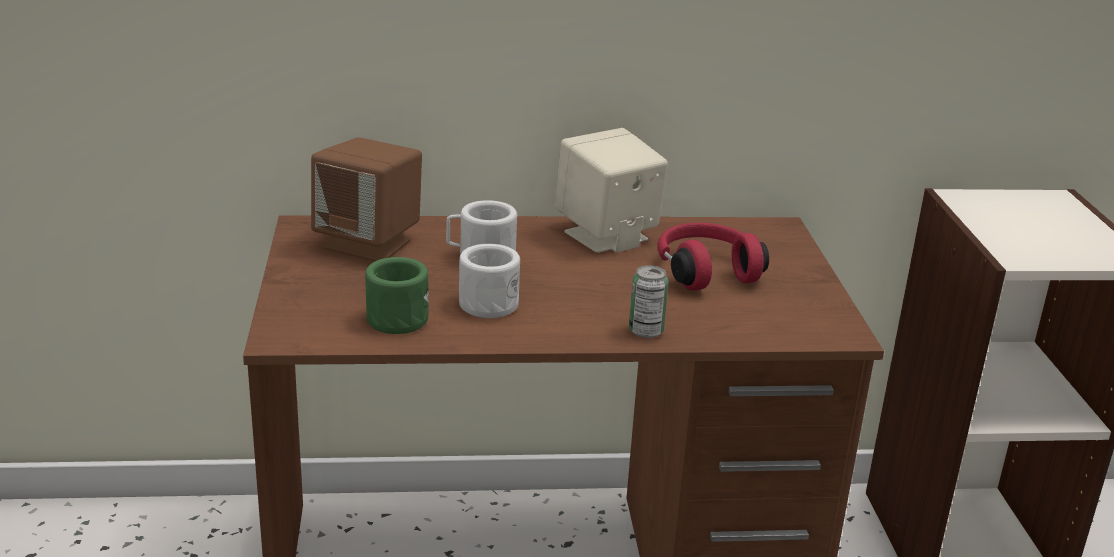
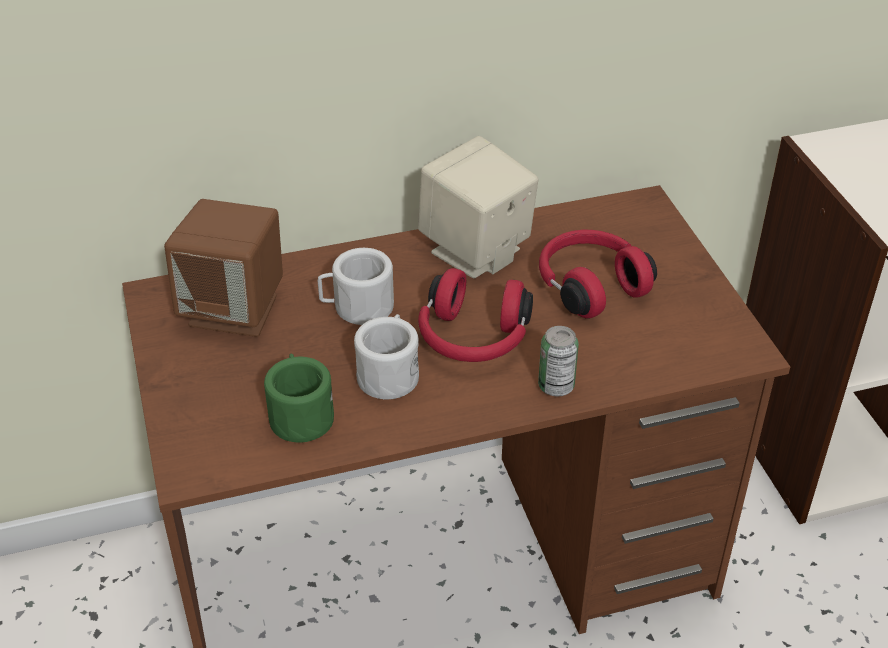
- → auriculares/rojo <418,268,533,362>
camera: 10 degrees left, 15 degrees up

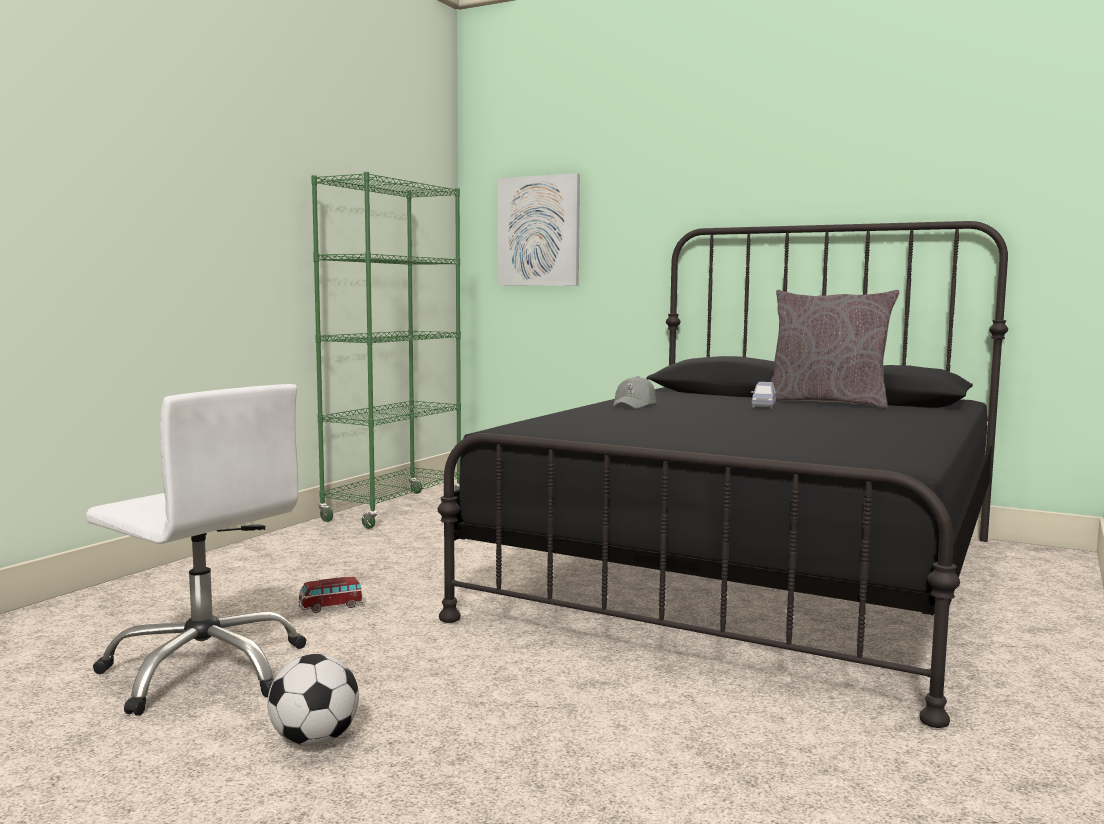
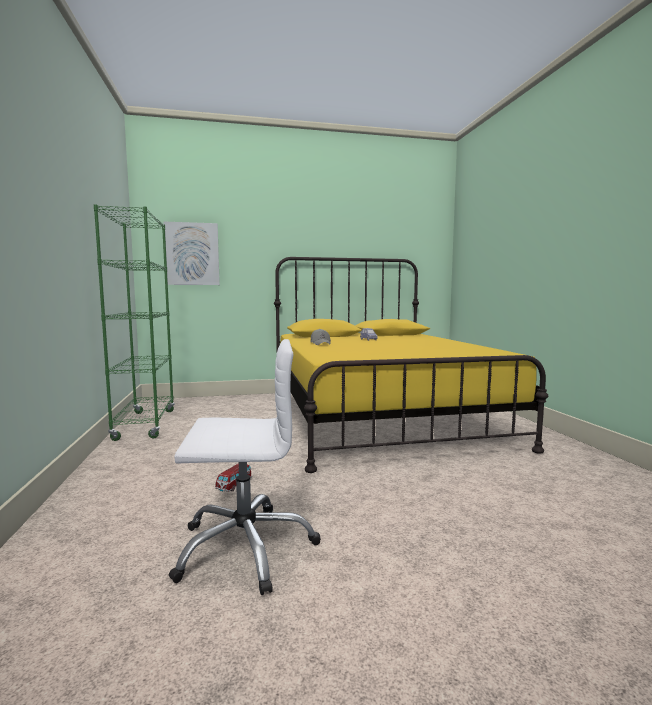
balón de fútbol <267,654,359,747> → -
cojín/gris <770,290,899,409> → -
cama/negro <437,221,1008,728> → cama/amarillo <274,257,548,473>
camera: 40 degrees left, 0 degrees up

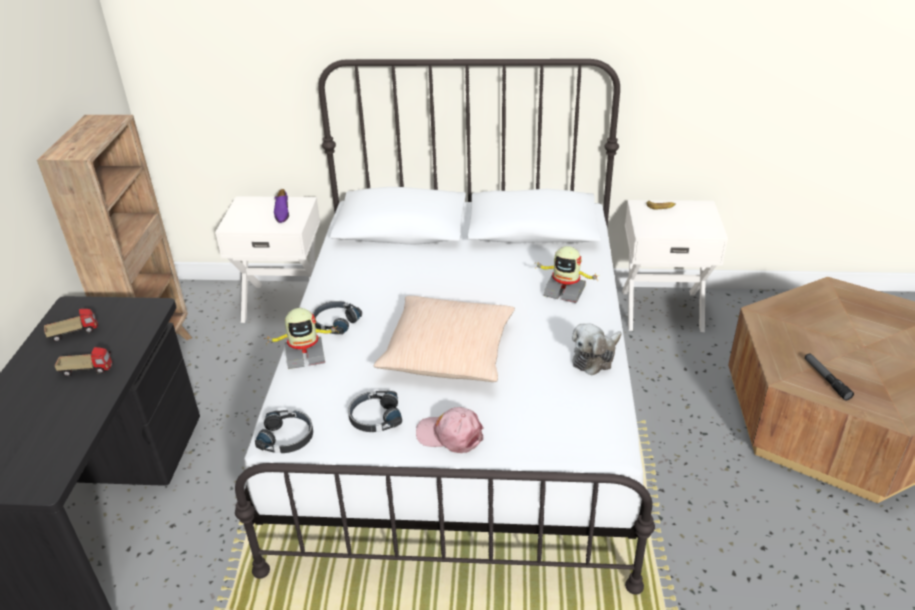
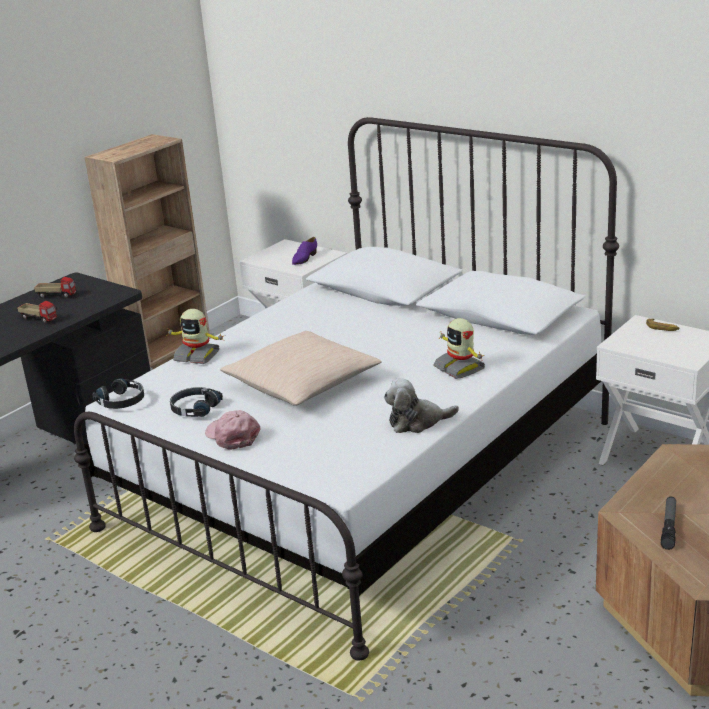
auriculares/negro <312,301,362,334> → -
camera: 35 degrees right, 10 degrees down

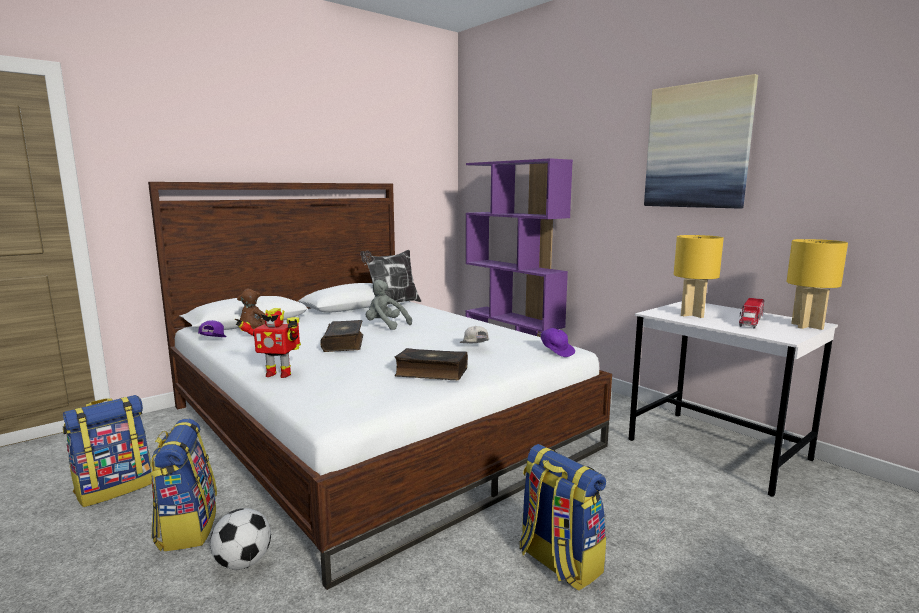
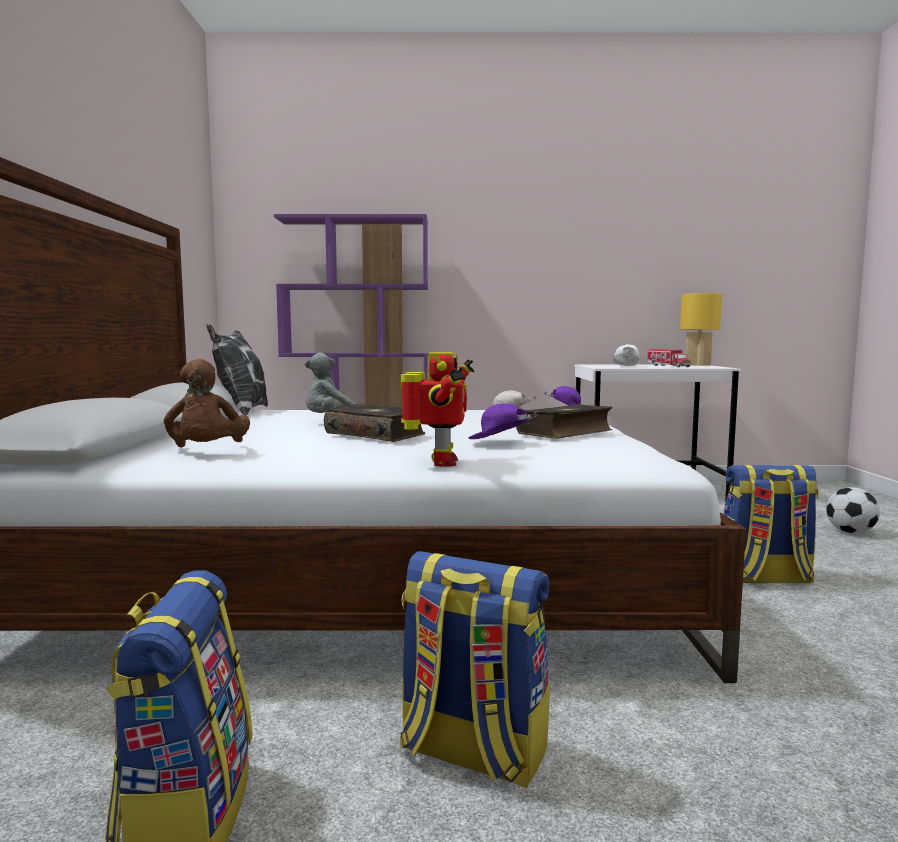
cuadro <644,74,758,208> → -
gorra/morado <198,320,227,337> → gorra/morado <468,403,538,439>, shifted
balón de fútbol <210,508,271,570> → balón de fútbol <826,487,880,534>, shifted
lámpara de mesa/amarillo <674,235,724,318> → gorra/blanco <613,344,639,366>
robot de juguete <235,308,301,378> → robot de juguete <401,352,474,467>, 45 degrees counterclockwise
camera: 50 degrees left, 5 degrees down

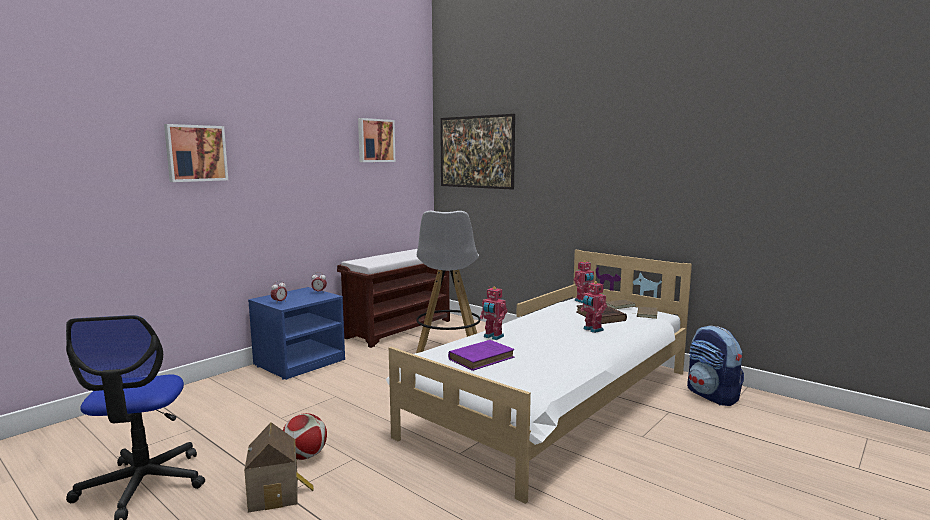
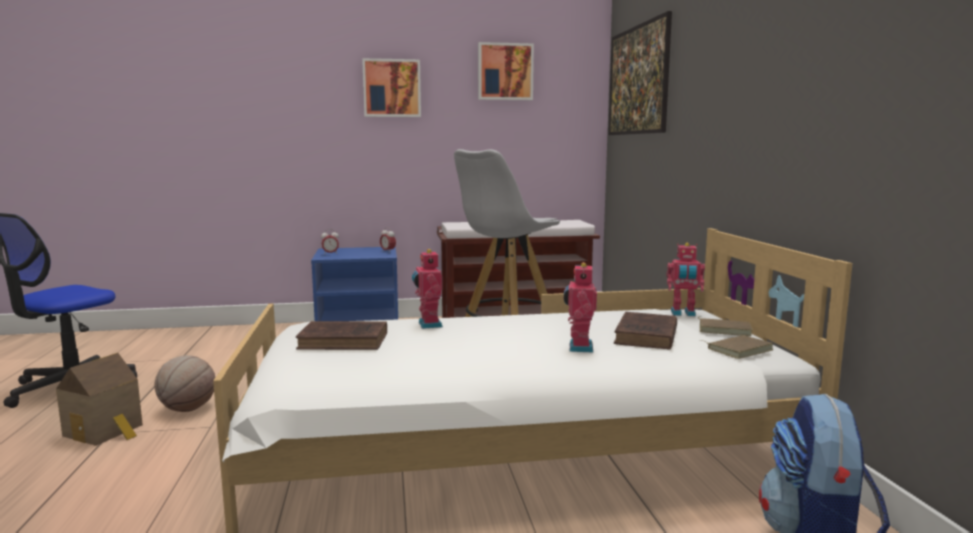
cuadro <164,124,228,182> → cuadro <362,58,421,117>, shifted
balón de fútbol <283,413,327,460> → balón de baloncesto <154,355,215,412>
libro/morado <448,340,514,371> → libro/marrón <296,321,387,350>
camera: 40 degrees right, 0 degrees up

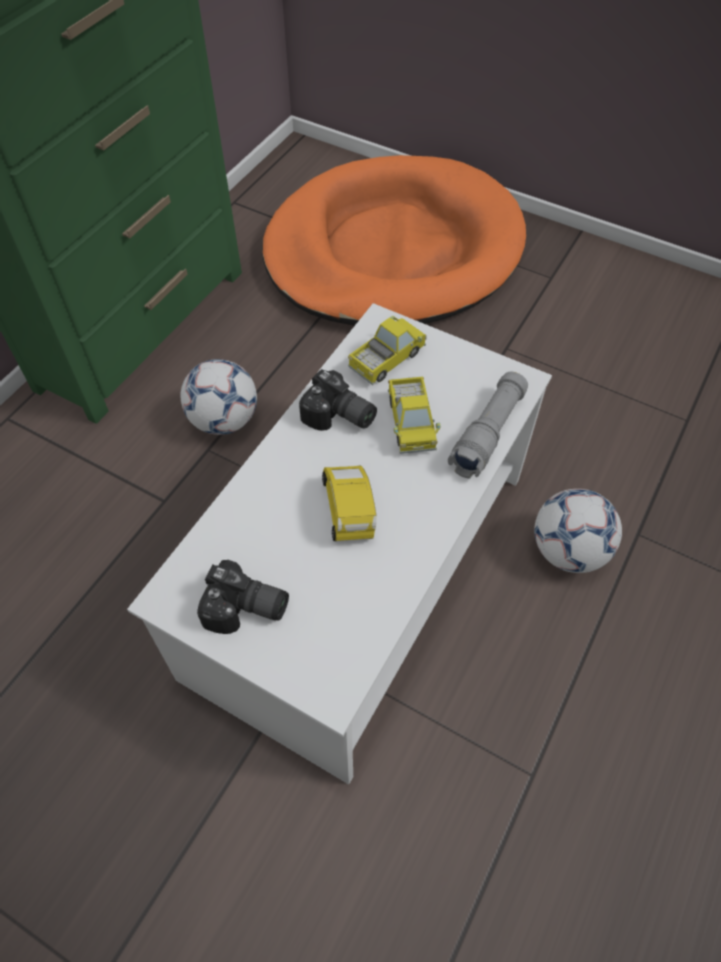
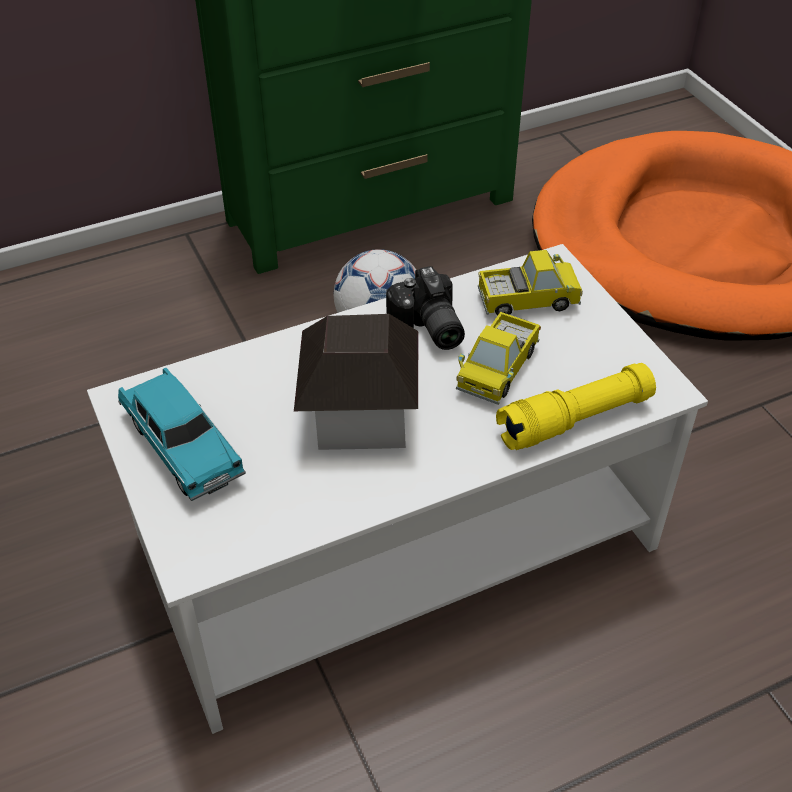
balón de fútbol <534,489,622,573> → -
cámara <197,560,289,634> → coche de juguete/turquesa <118,368,246,501>
coche de juguete/amarillo <322,466,376,541> → casita <294,314,418,450>
linterna/gris <448,372,528,479> → linterna/amarillo <496,363,656,450>
camera: 35 degrees right, 10 degrees down

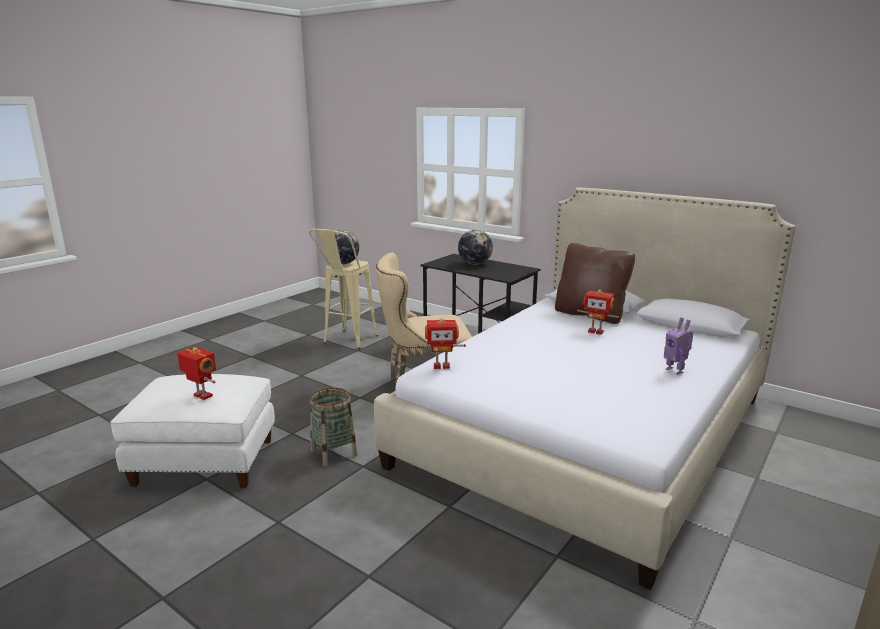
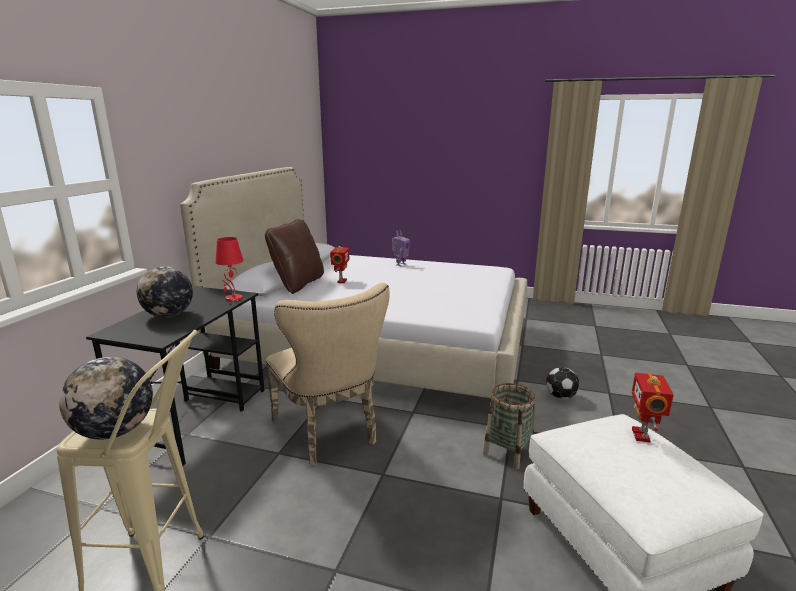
robot de juguete <417,318,466,369> → -
- → lámpara de mesa/rojo <216,237,243,302>
- → balón de fútbol <546,367,579,399>
camera: 110 degrees left, 0 degrees up

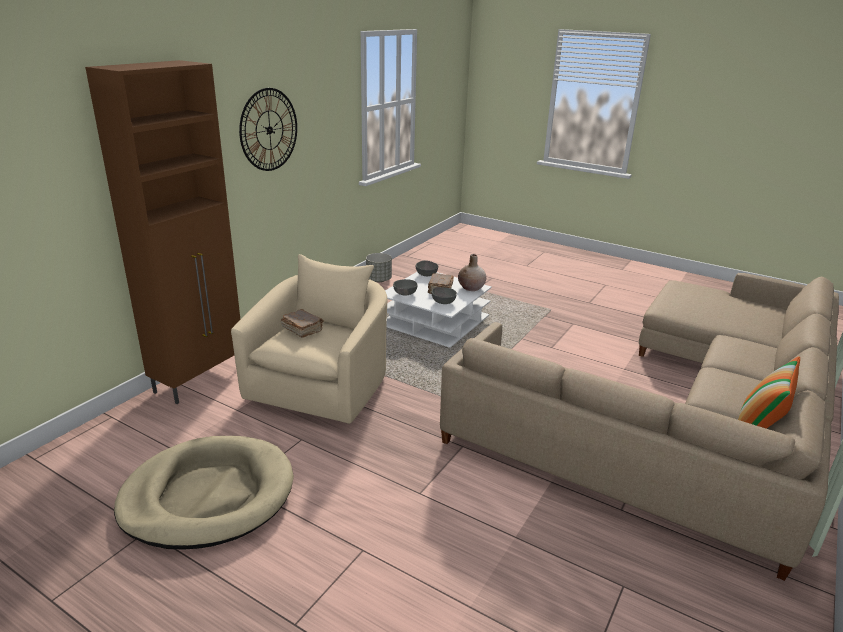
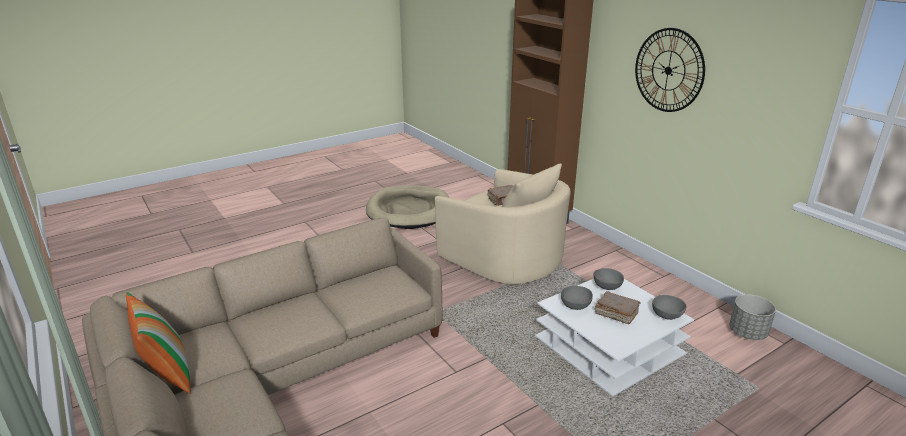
florero/beis <458,254,486,291> → -
camera: 115 degrees right, 0 degrees up

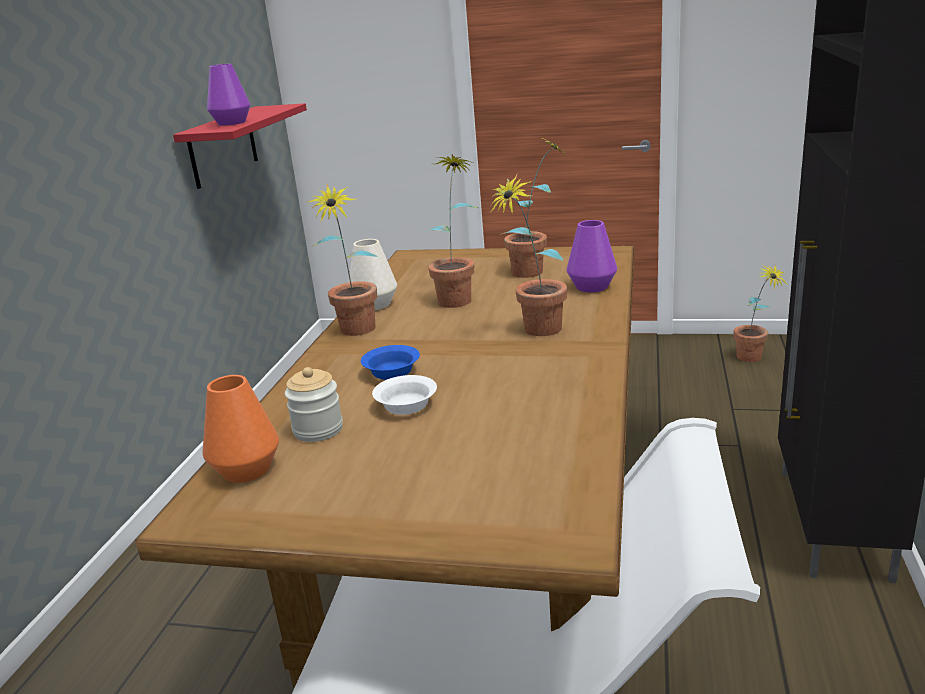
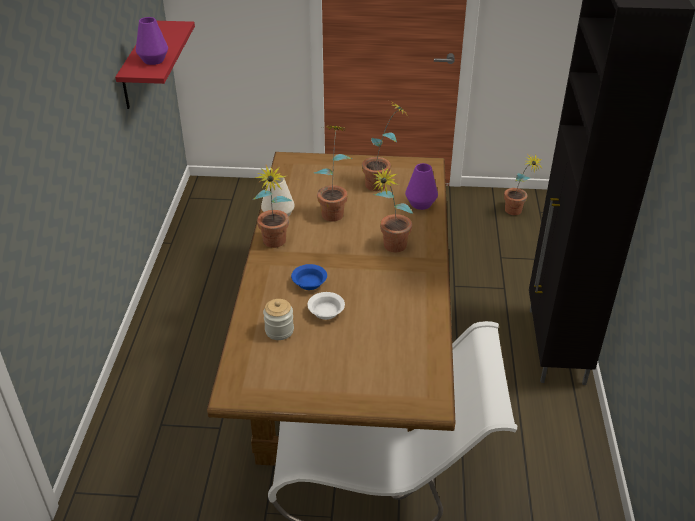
florero/naranja <203,375,279,483> → -
camera: 10 degrees left, 15 degrees up

